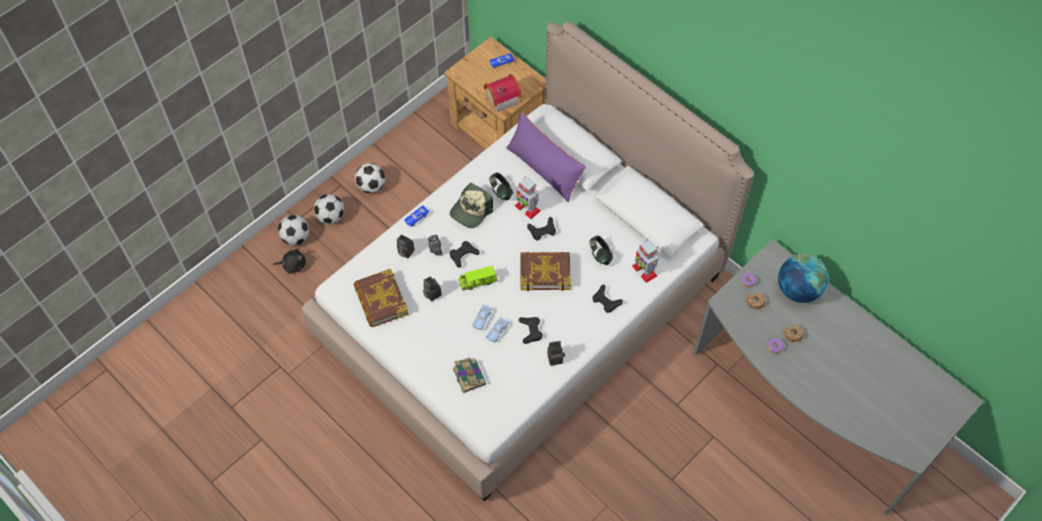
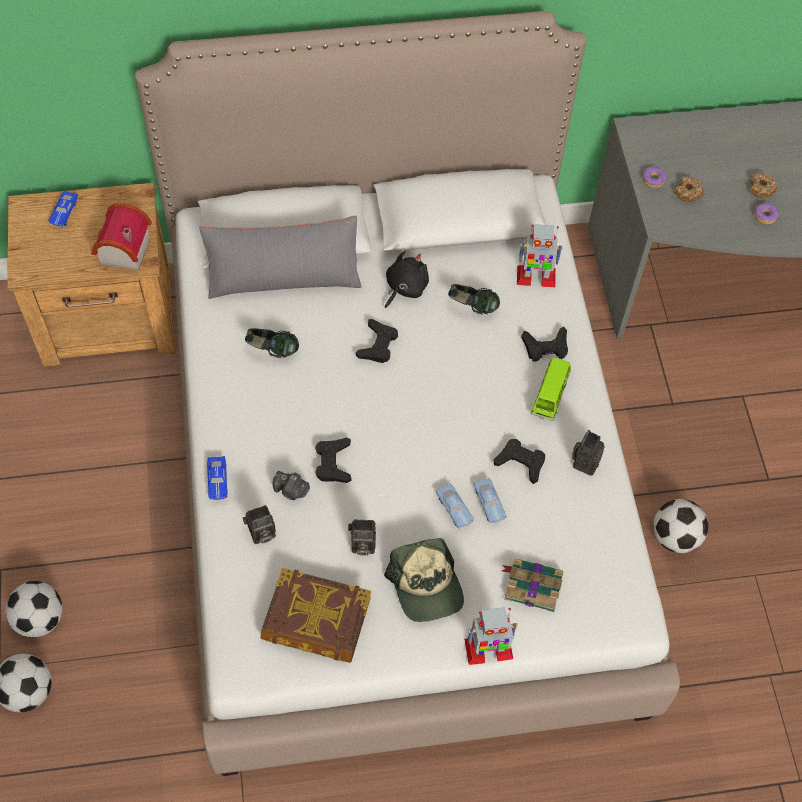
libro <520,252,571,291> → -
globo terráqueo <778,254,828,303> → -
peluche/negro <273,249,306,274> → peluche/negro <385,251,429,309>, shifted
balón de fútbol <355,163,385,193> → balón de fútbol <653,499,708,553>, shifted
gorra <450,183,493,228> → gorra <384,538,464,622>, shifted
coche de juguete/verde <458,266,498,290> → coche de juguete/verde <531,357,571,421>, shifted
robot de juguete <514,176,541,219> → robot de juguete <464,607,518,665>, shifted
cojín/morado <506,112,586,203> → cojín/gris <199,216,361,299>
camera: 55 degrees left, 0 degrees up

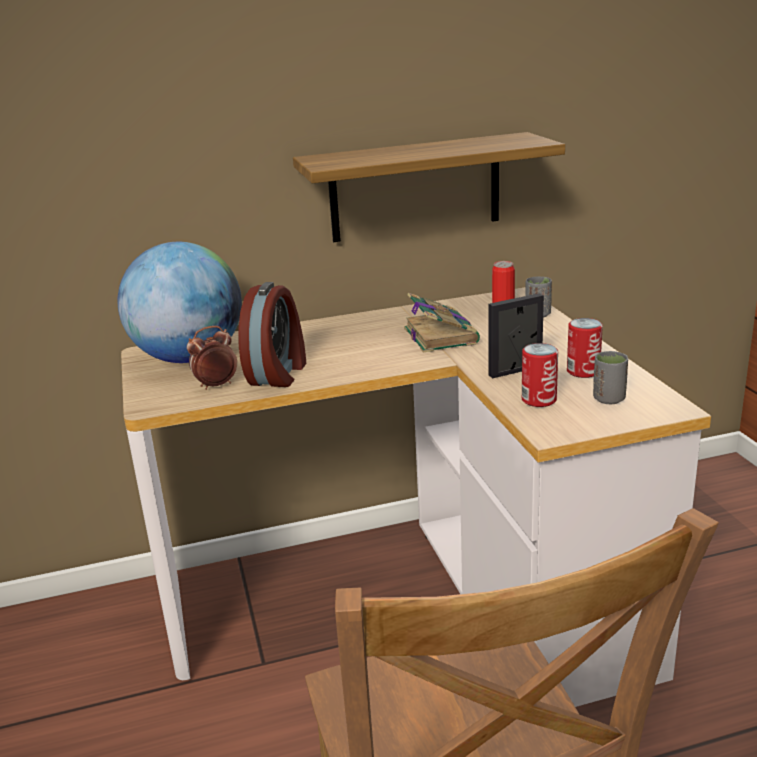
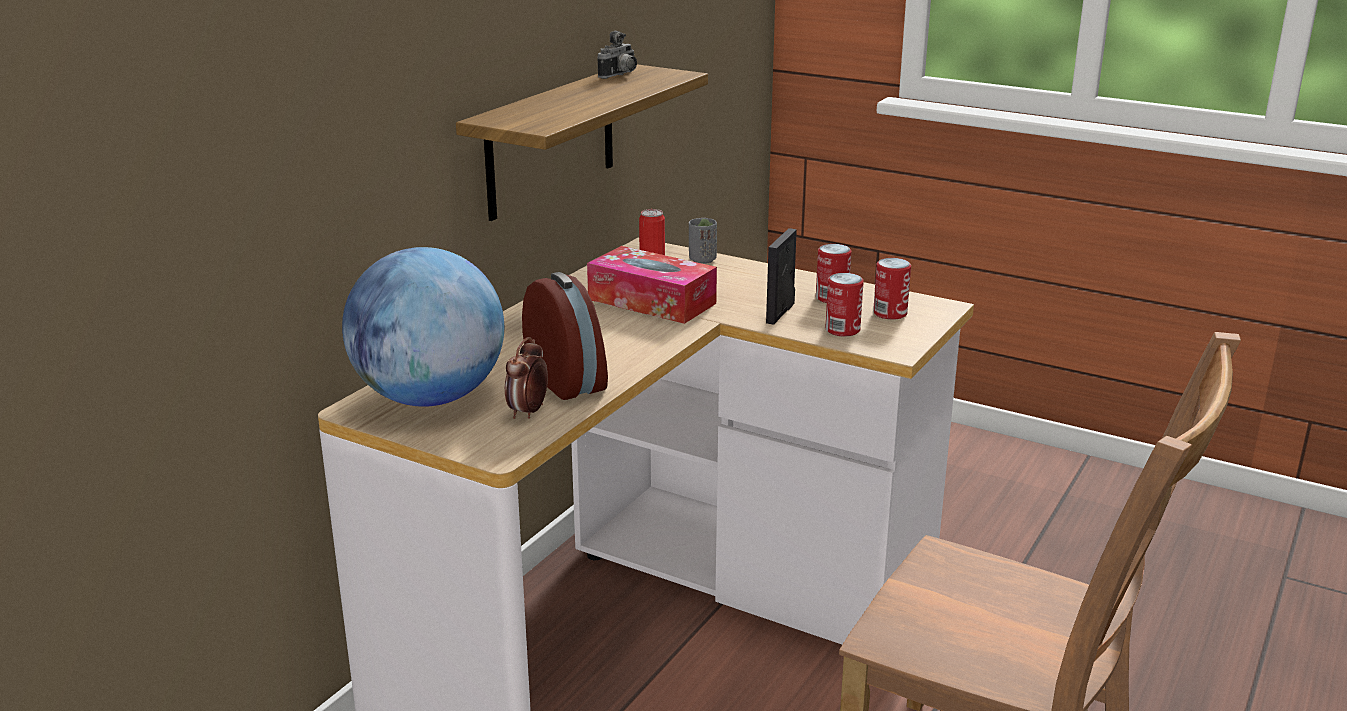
- → cámara <597,31,637,79>
libro <404,293,480,353> → caja de pañuelos <587,246,717,324>
taza/gris <593,351,628,404> → lata <873,258,911,320>
camera: 45 degrees left, 0 degrees up

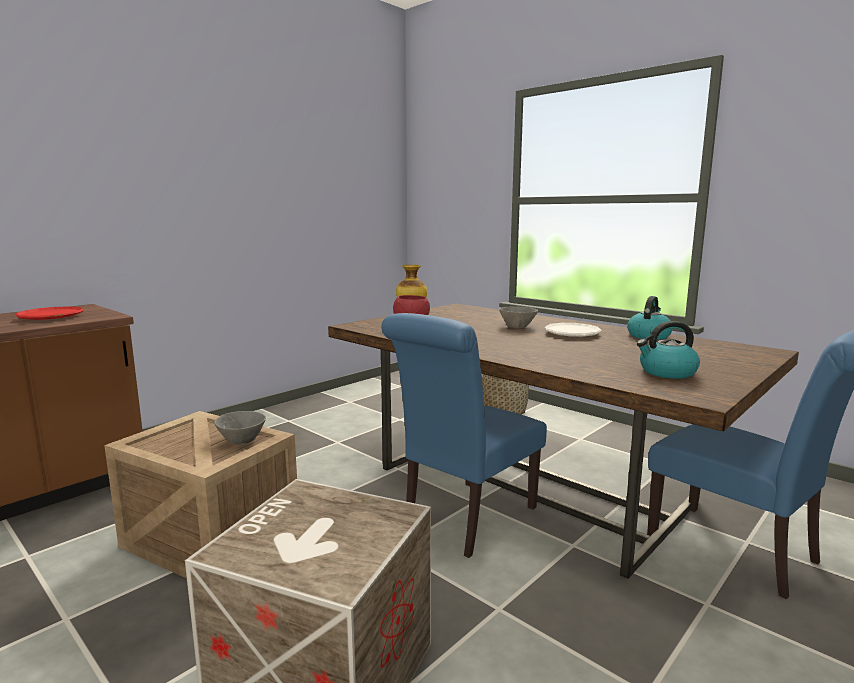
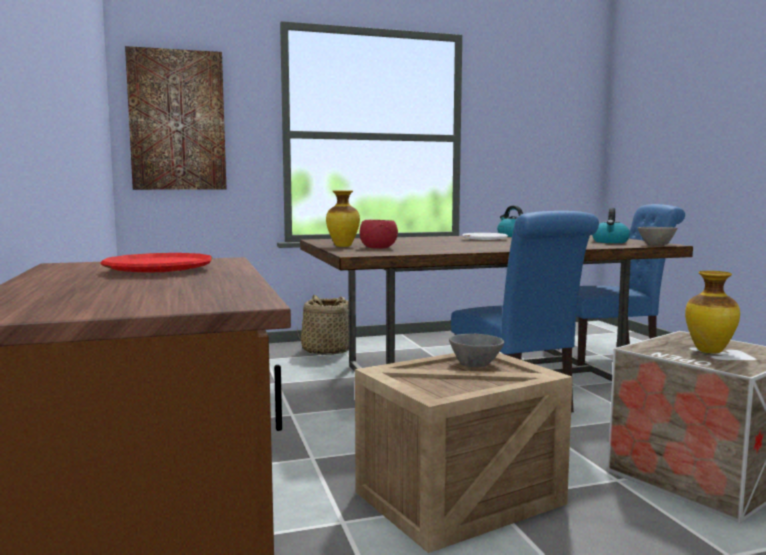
- → cuadro <125,46,227,190>
- → florero <685,271,740,354>
cuenco/gris <499,306,538,328> → cuenco/gris <638,227,678,245>, shifted
camera: 60 degrees left, 5 degrees down

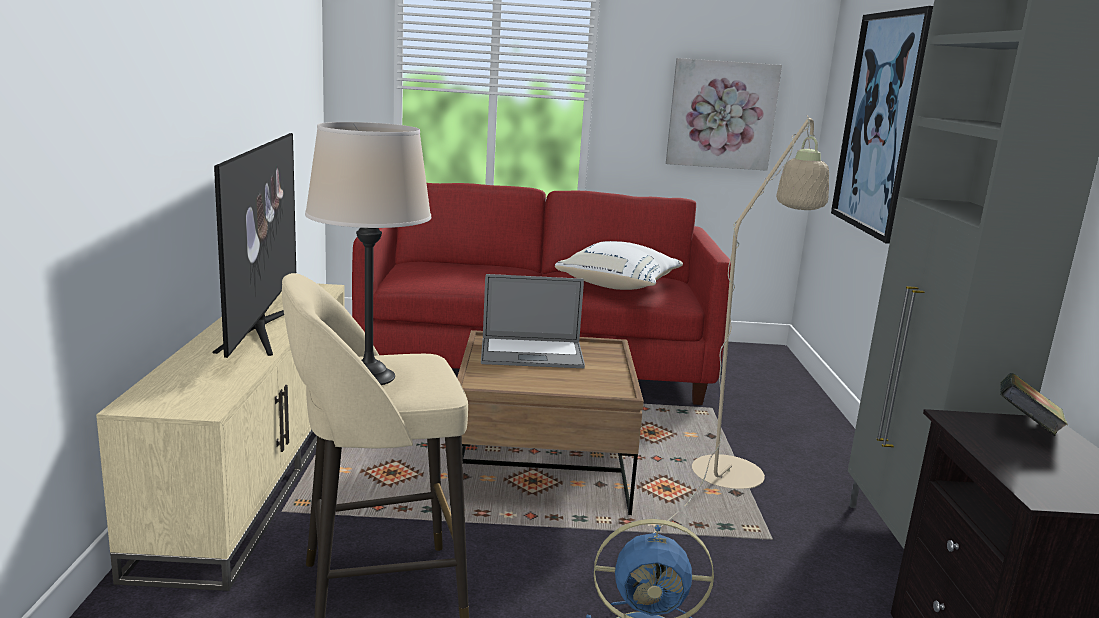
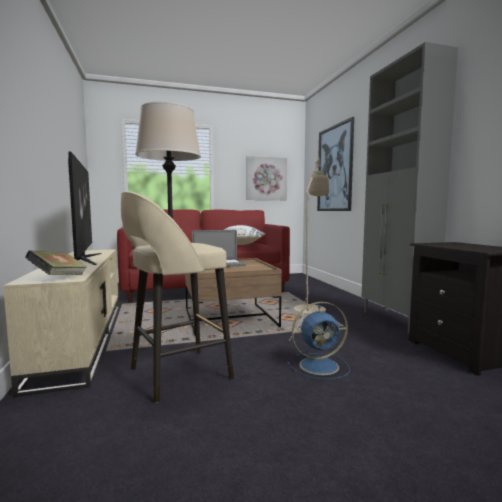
libro <1000,373,1068,436> → libro <25,250,87,275>, shifted
camera: 15 degrees left, 10 degrees down

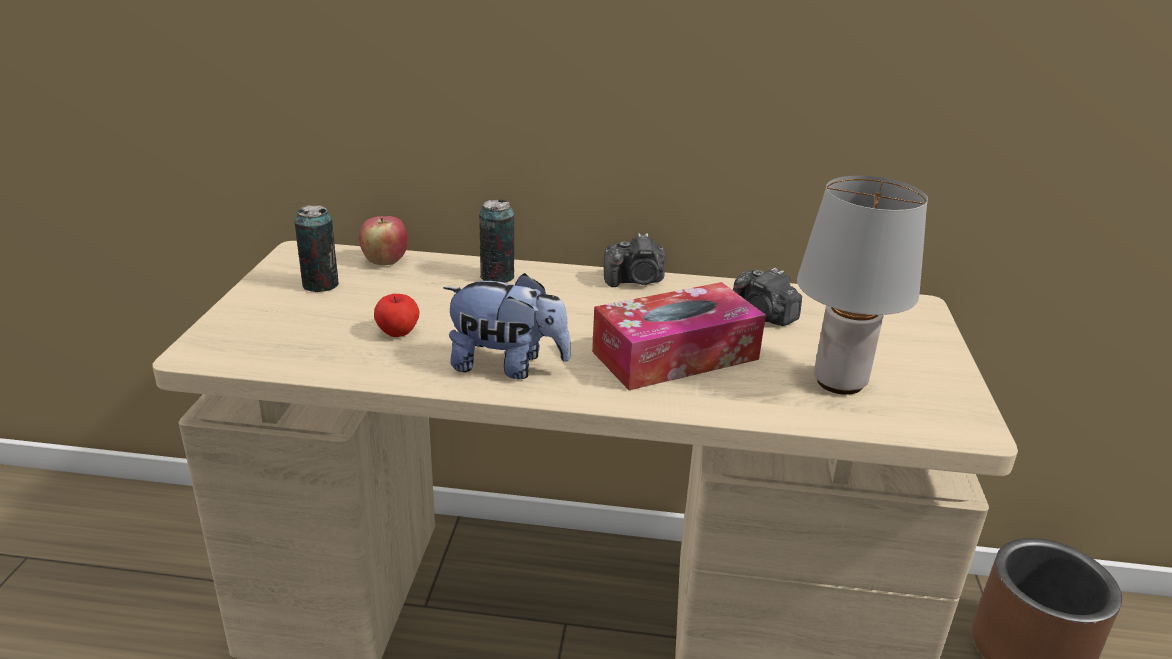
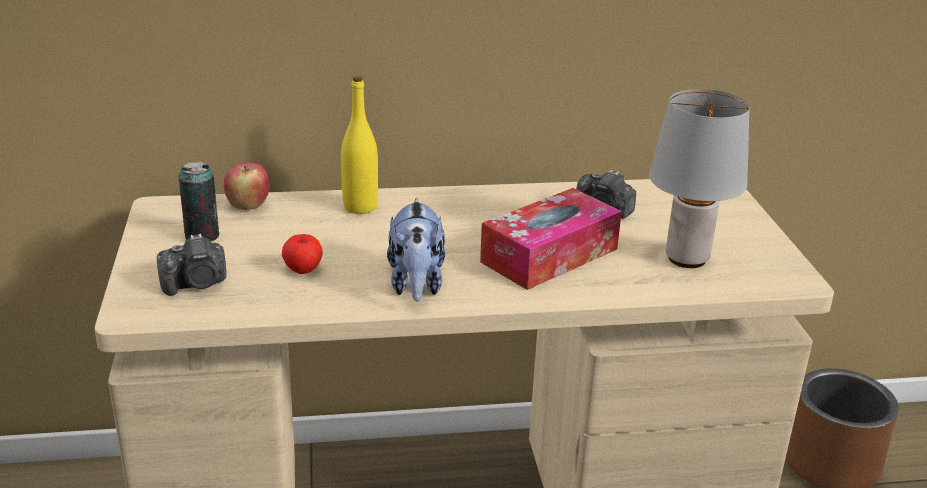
cámara <604,233,666,287> → cámara <157,234,227,296>, shifted
lata <479,200,514,283> → botella/amarillo <341,76,378,214>
peluche <443,273,571,379> → peluche <387,198,445,302>, 90 degrees clockwise
camera: 15 degrees left, 0 degrees up

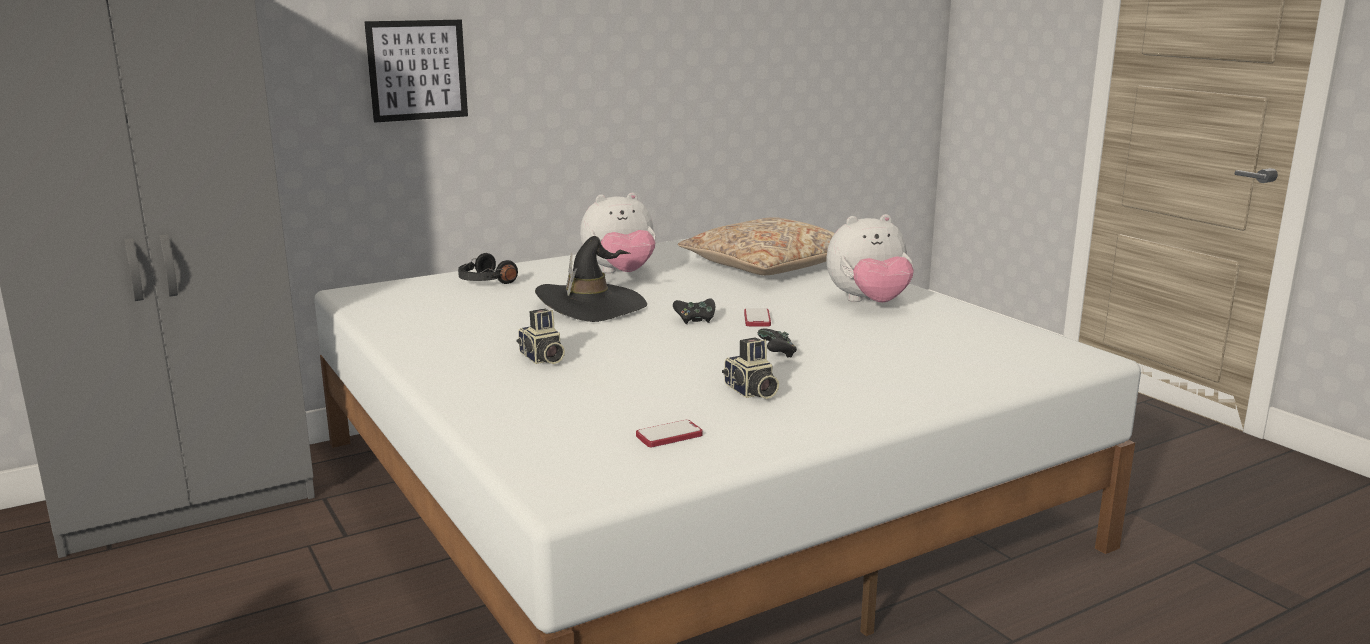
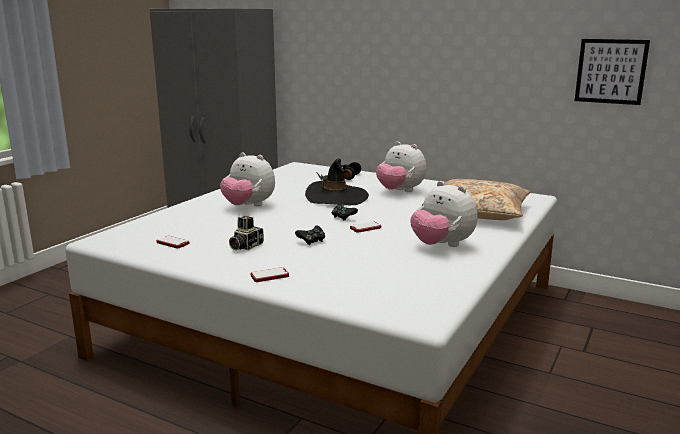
- → móvil <251,267,289,282>
cuadro <364,20,468,123> → cuadro <575,39,650,105>, shifted
cámara <516,309,565,364> → peluche <220,152,275,206>
camera: 60 degrees right, 0 degrees up

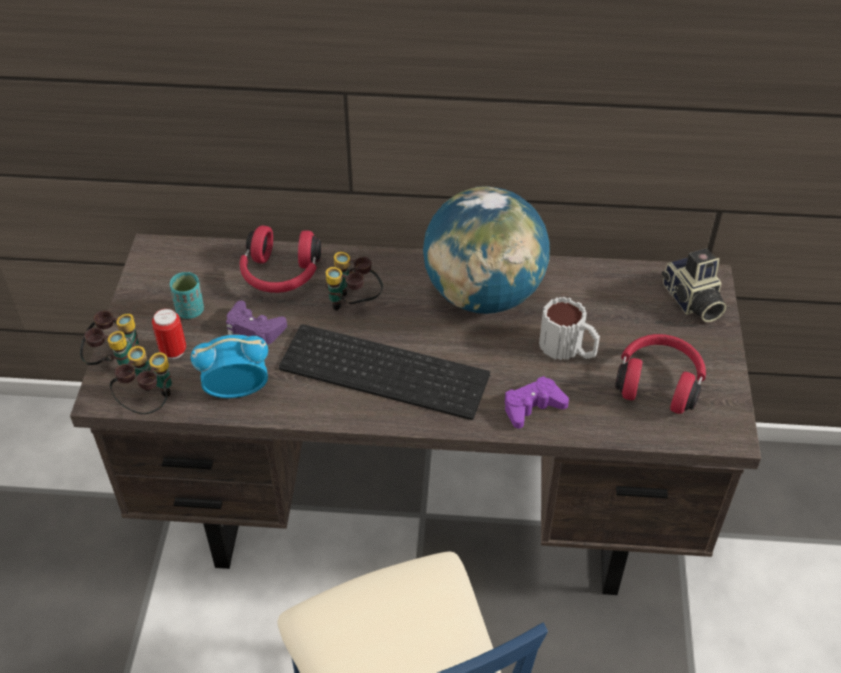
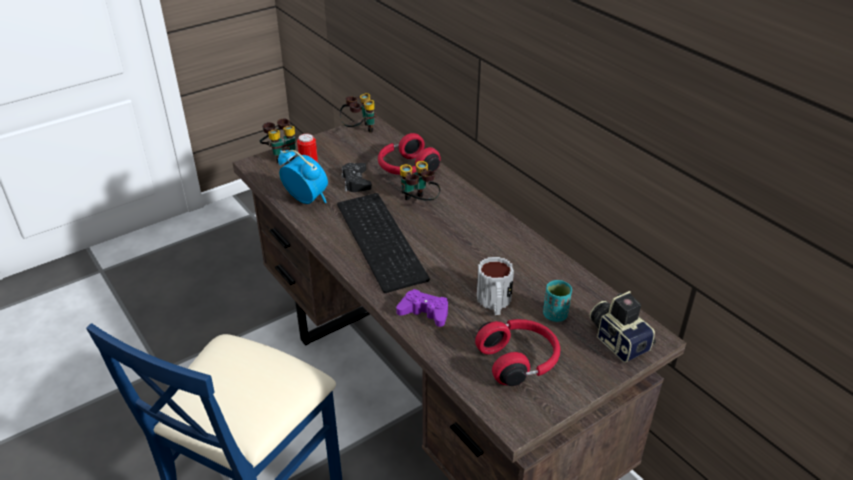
globo terráqueo <423,186,550,314> → -
prismáticos <110,346,172,414> → prismáticos <340,93,377,133>, shifted
taza/turquesa <170,272,204,319> → taza/turquesa <543,280,572,322>, shifted
mando de consola/morado <226,300,287,345> → mando de consola/negro <342,163,372,192>
cámara <662,248,726,322> → cámara <590,291,656,363>, 120 degrees clockwise
camera: 50 degrees right, 10 degrees down

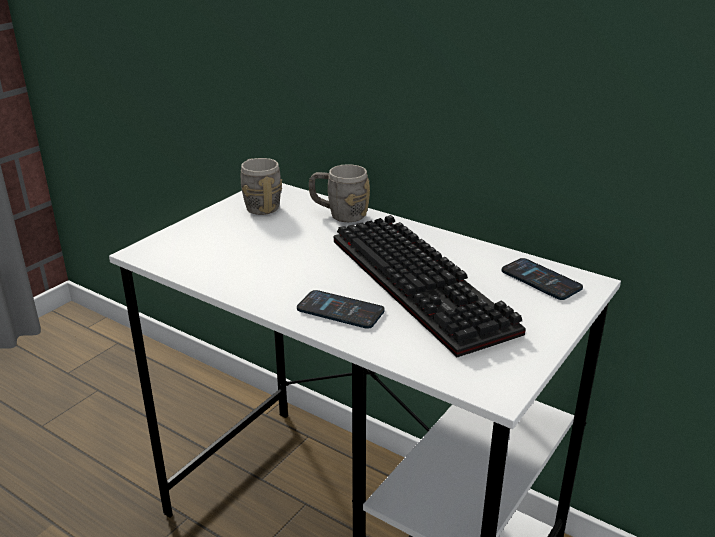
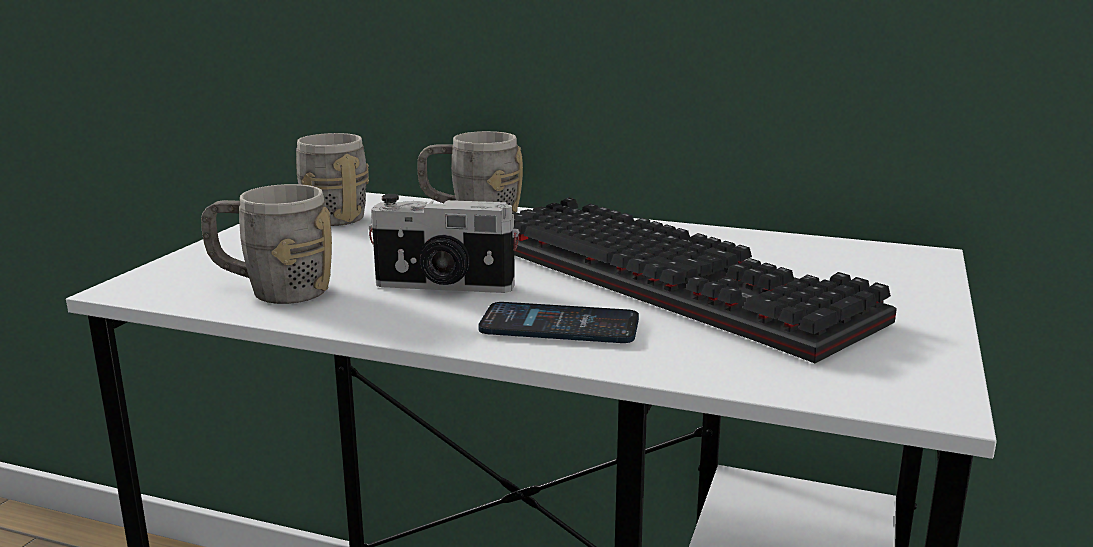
móvil <501,258,583,300> → -
- → taza grande/gris <201,184,332,304>
- → cámara <368,194,520,293>
camera: 15 degrees left, 10 degrees down

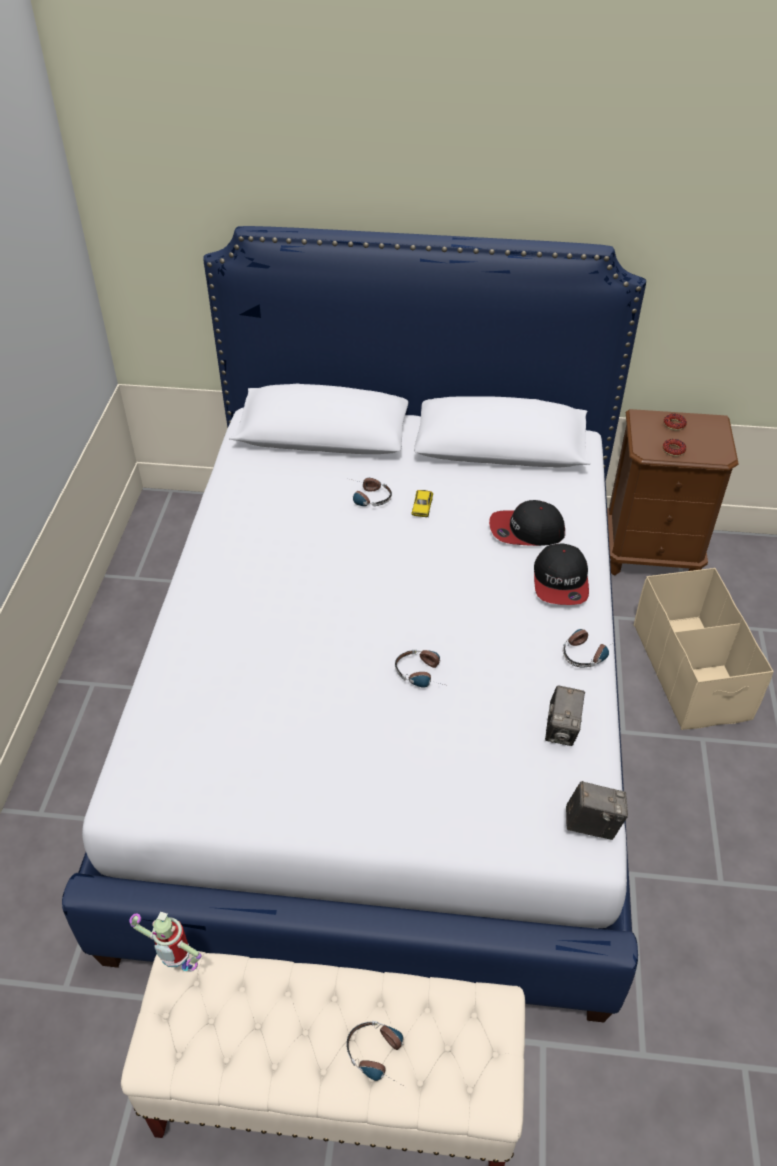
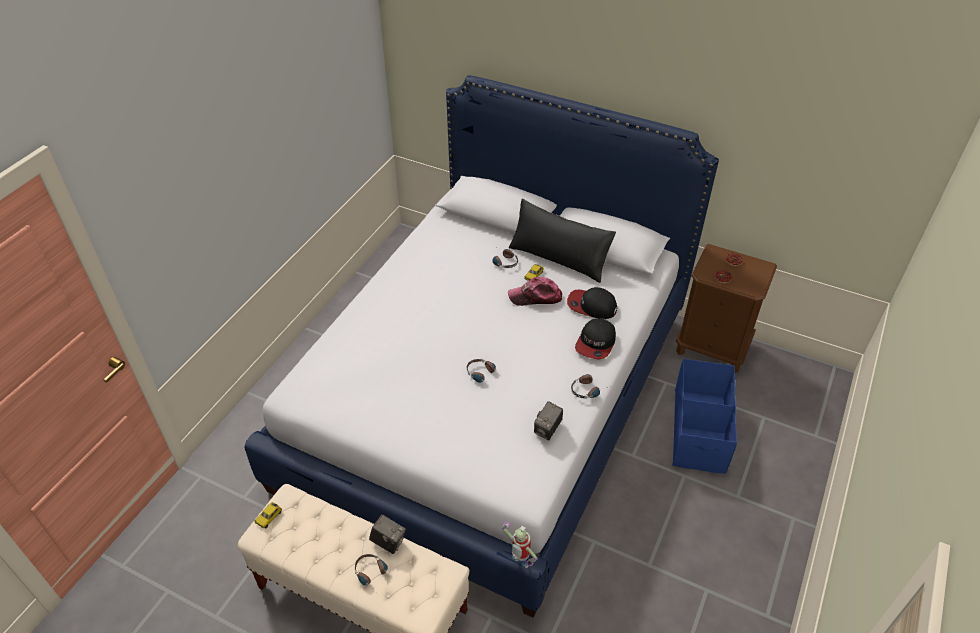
- → coche de juguete <254,502,282,529>
- → gorra <508,277,562,306>
- → cojín/negro <509,199,616,283>
robot de juguete <130,912,201,972> → robot de juguete <502,522,537,568>, shifted
cámara <566,781,628,840> → cámara <369,515,406,554>, shifted
caja de almacenaje/beis <633,568,774,730> → caja de almacenaje/azul <672,359,737,474>
camera: 20 degrees right, 0 degrees up

